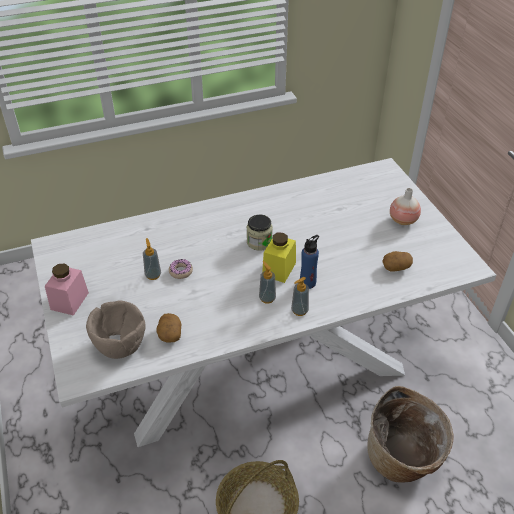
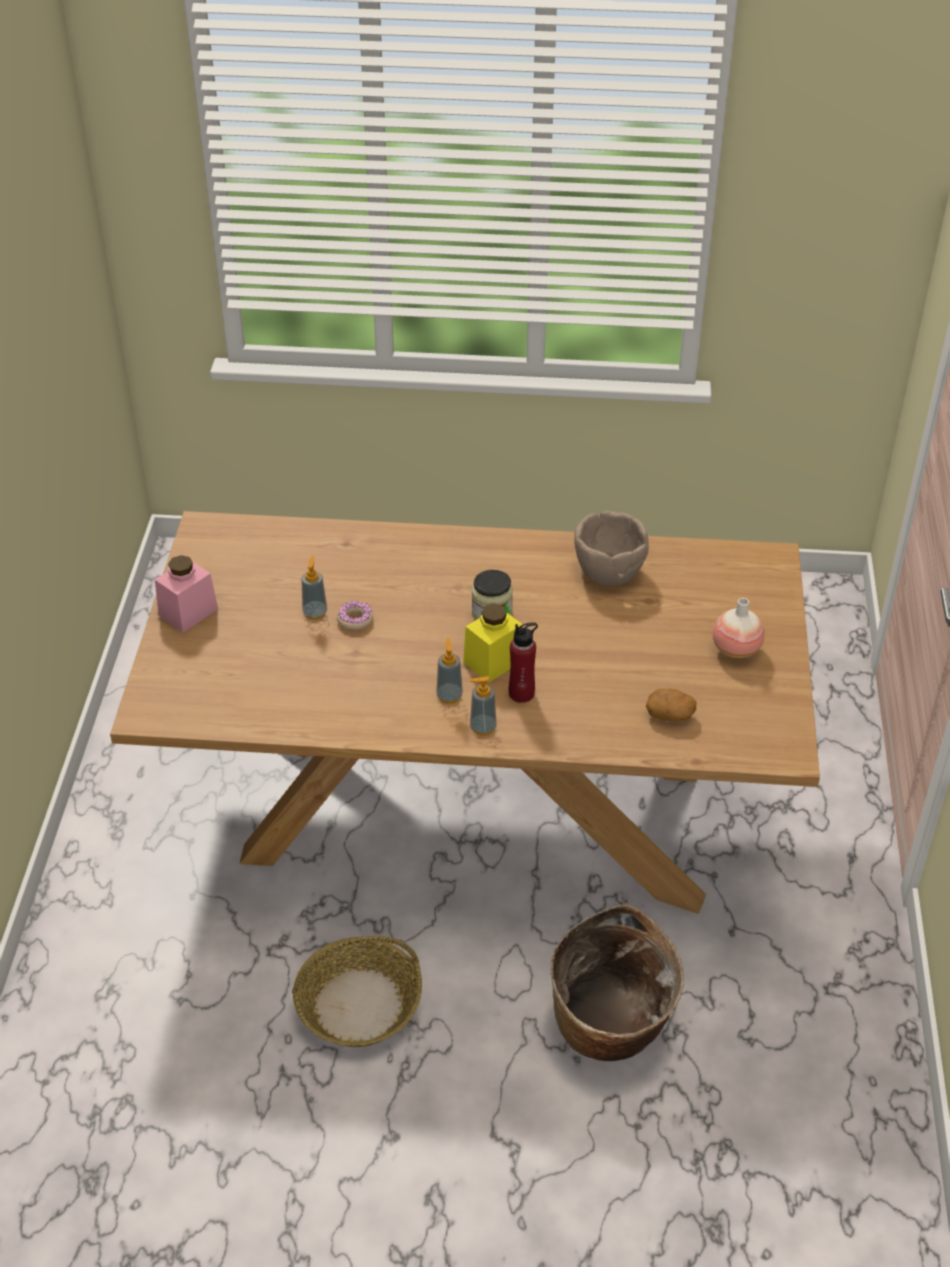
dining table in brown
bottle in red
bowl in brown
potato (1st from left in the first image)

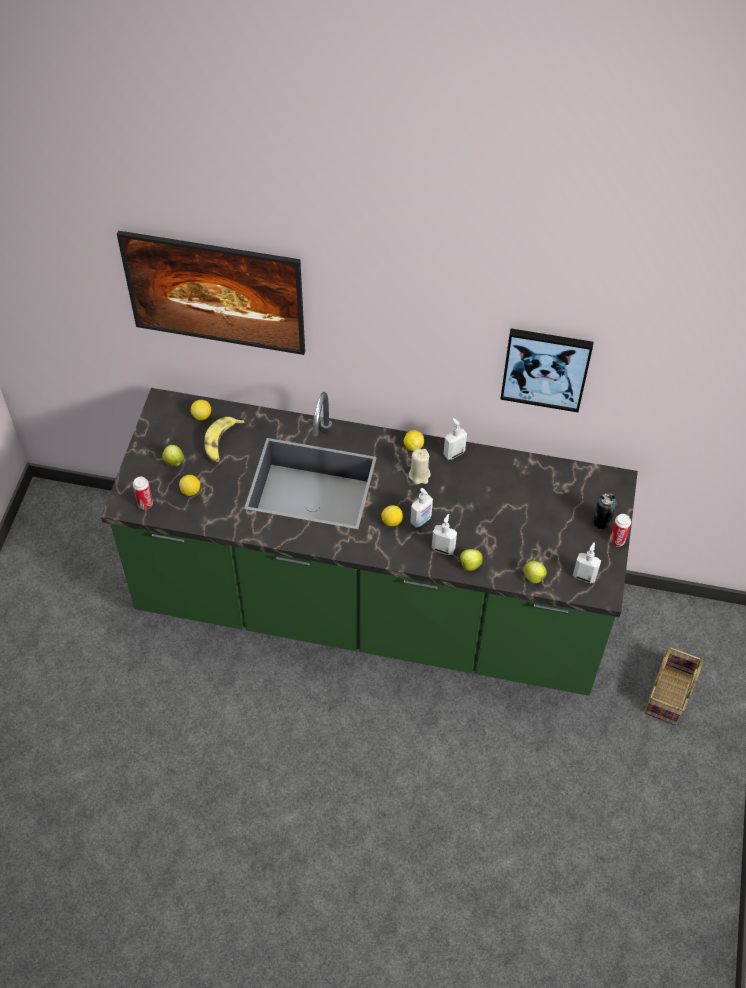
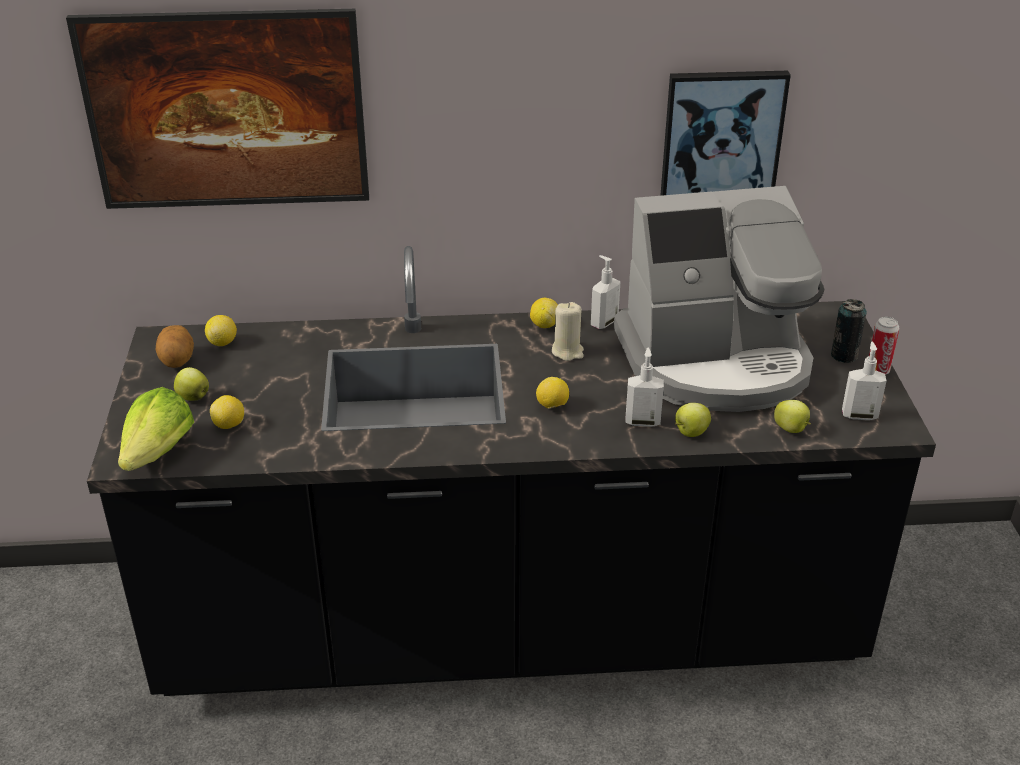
counter in black
lettuce
potato
coffee machine
banana
soap dispenser (1st from left in the first image)
basket

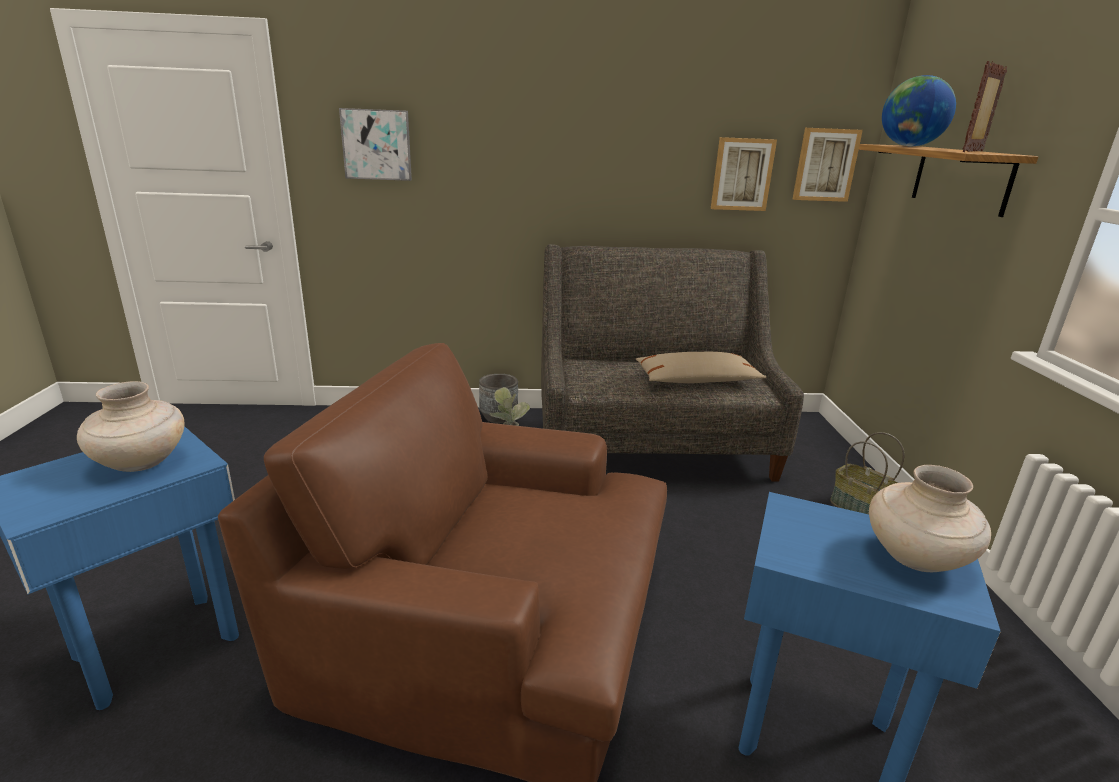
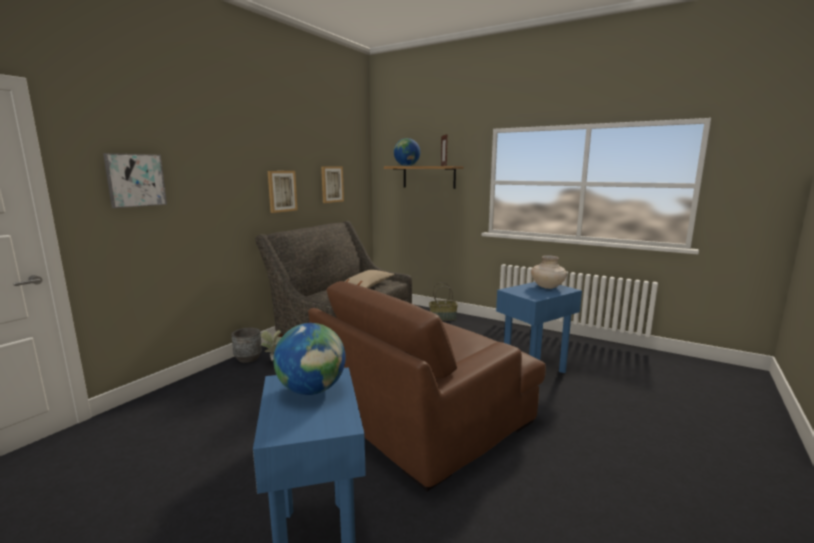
picture (2nd from left)
globe (1st from left)

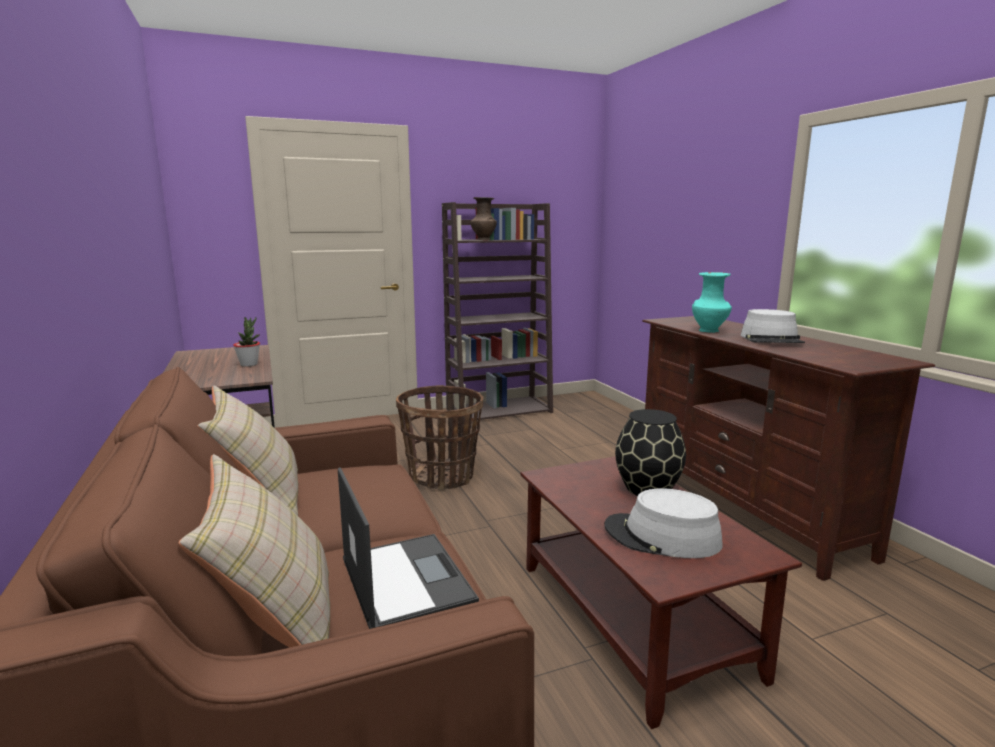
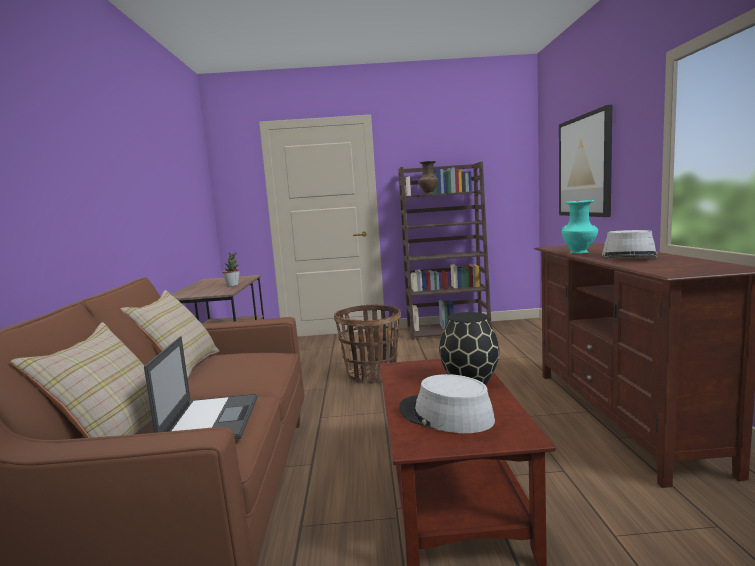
picture

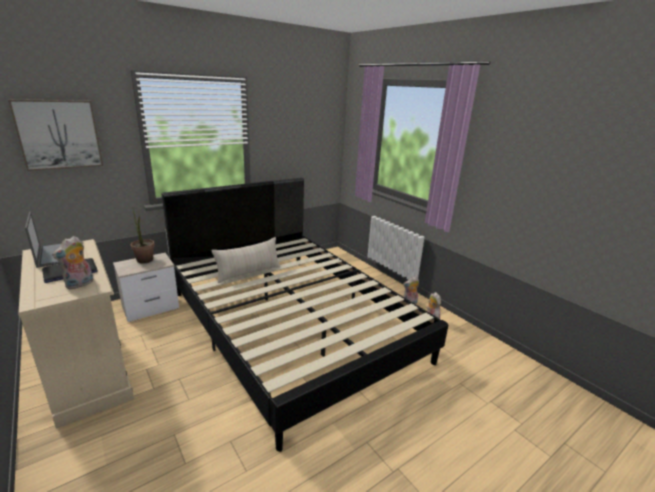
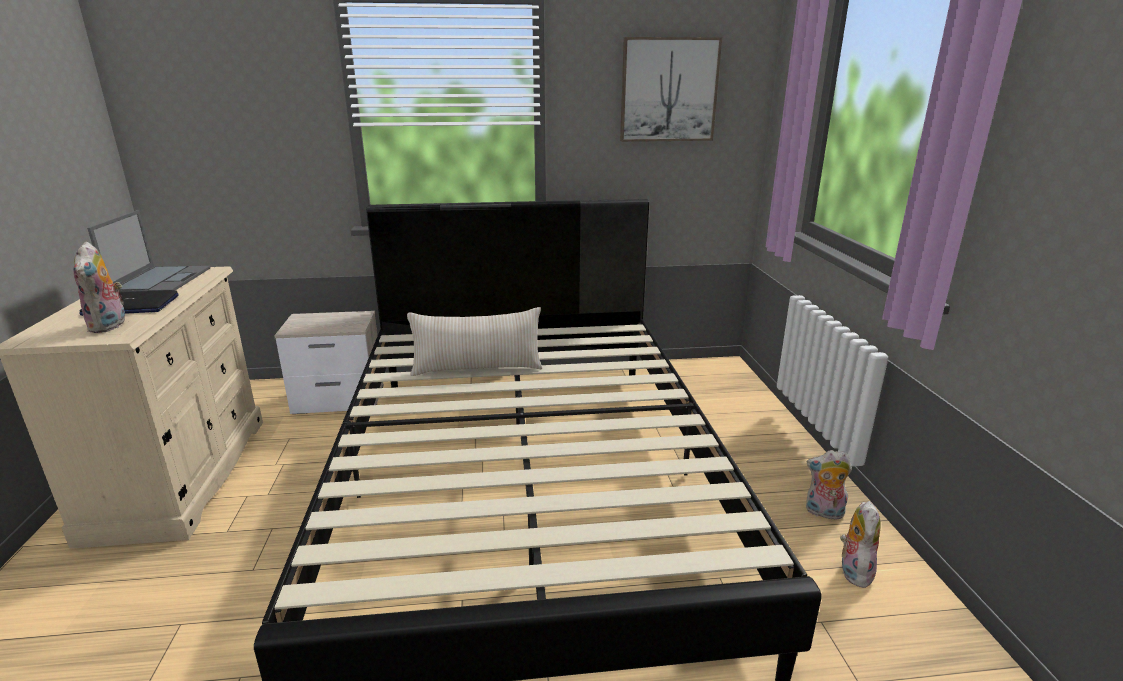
plush toy (1st from left)
picture
potted plant

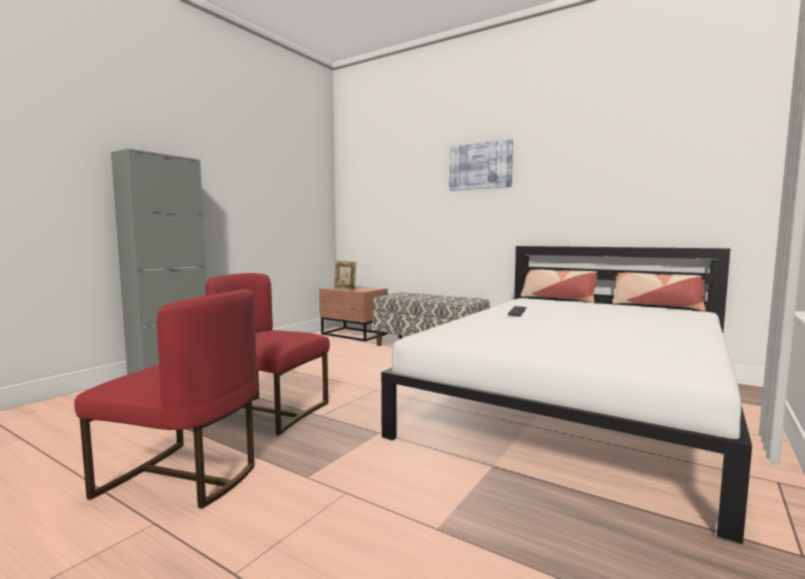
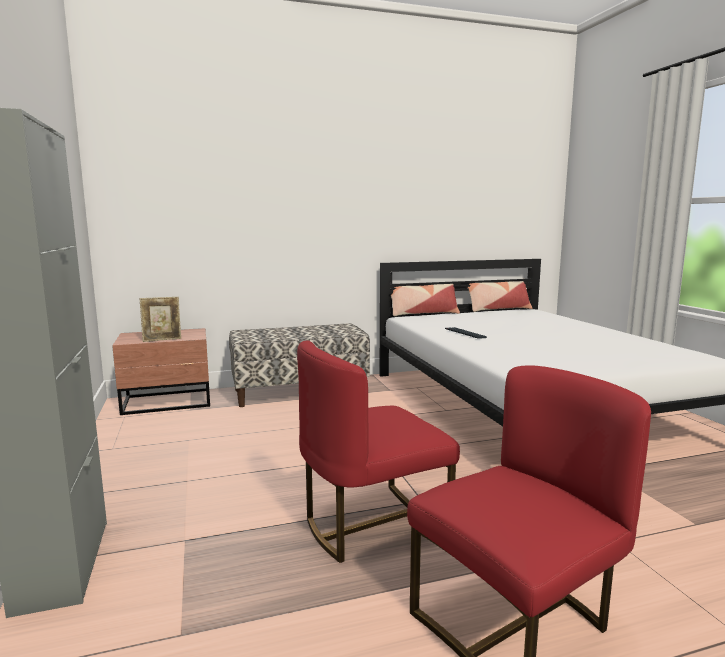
picture

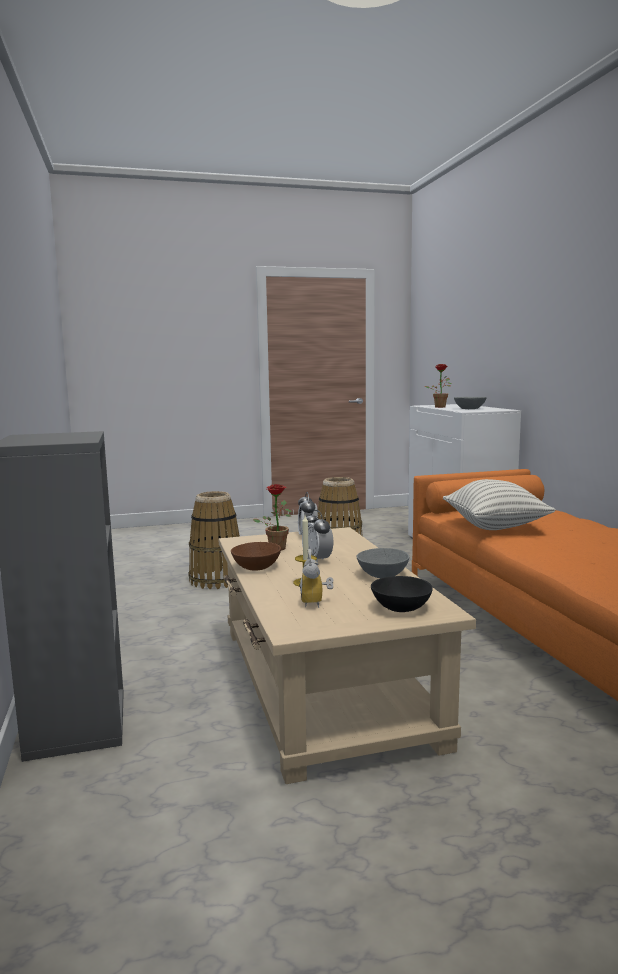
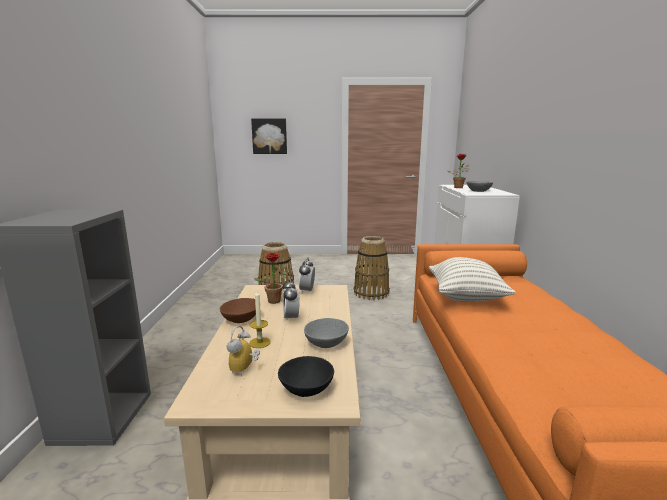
picture

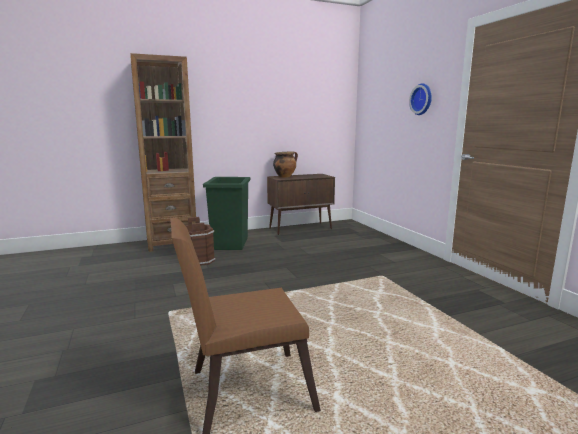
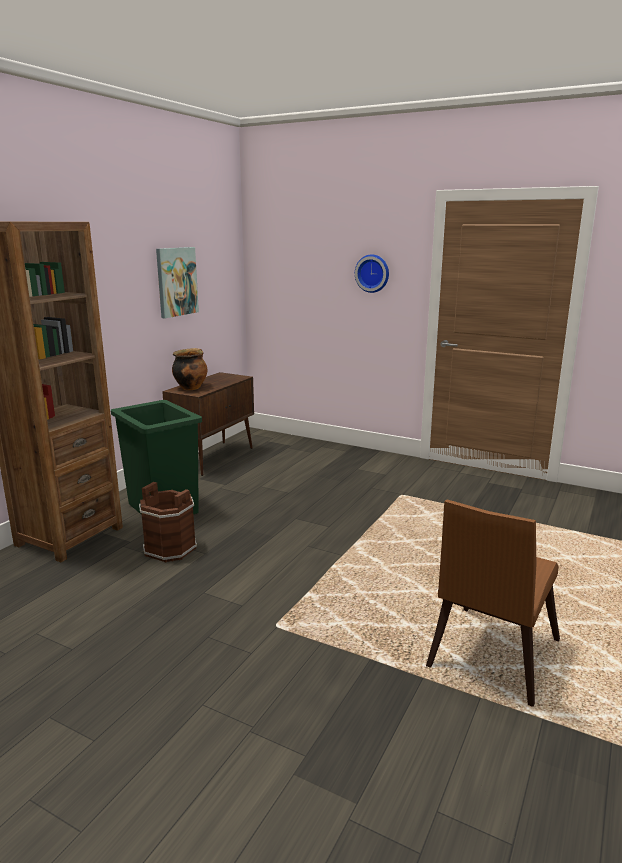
picture

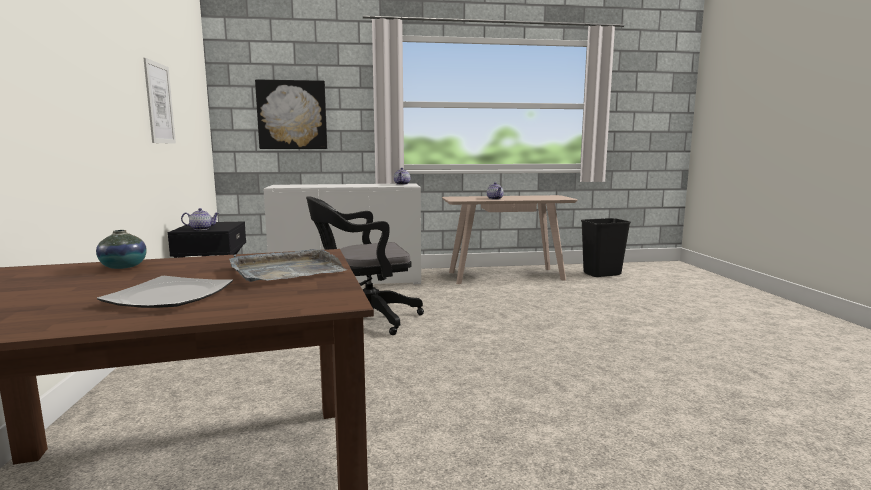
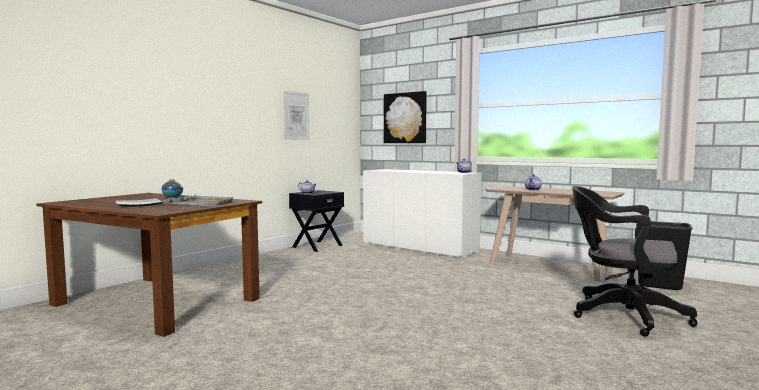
office chair in black

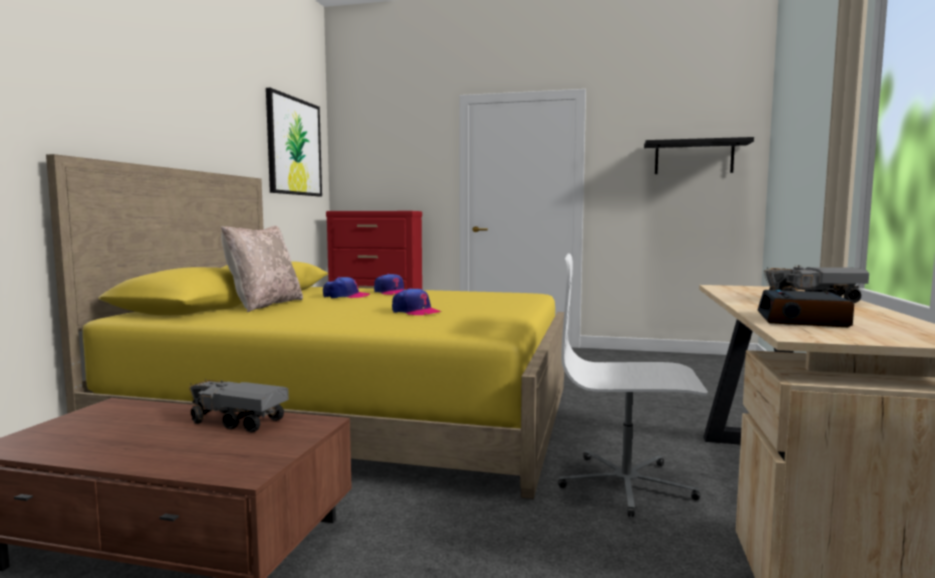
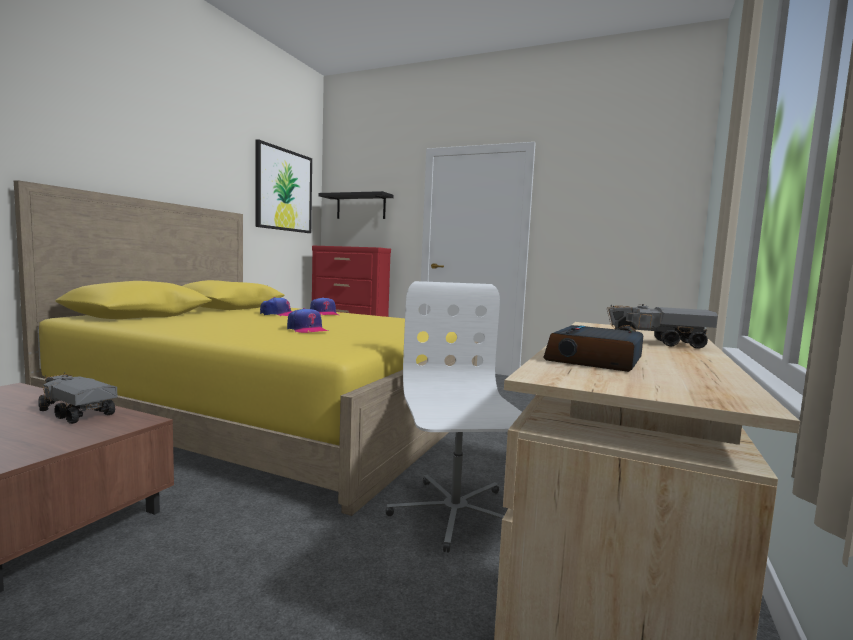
shelf in black
office chair in white
pillow in beige

